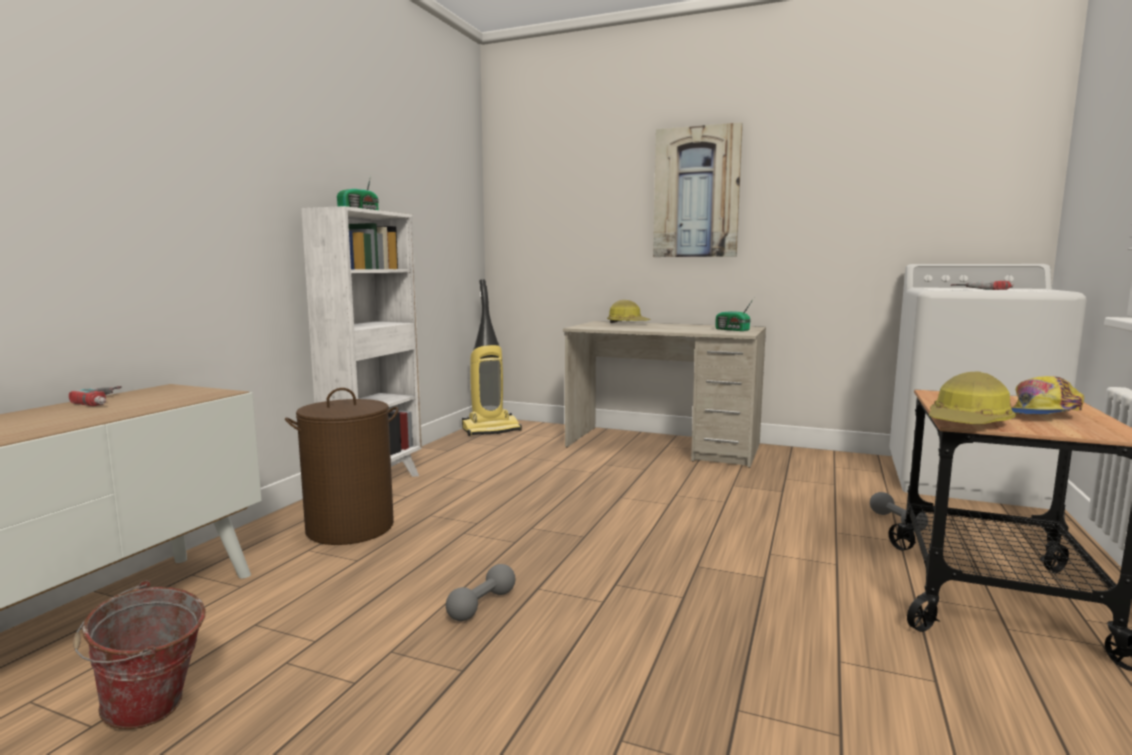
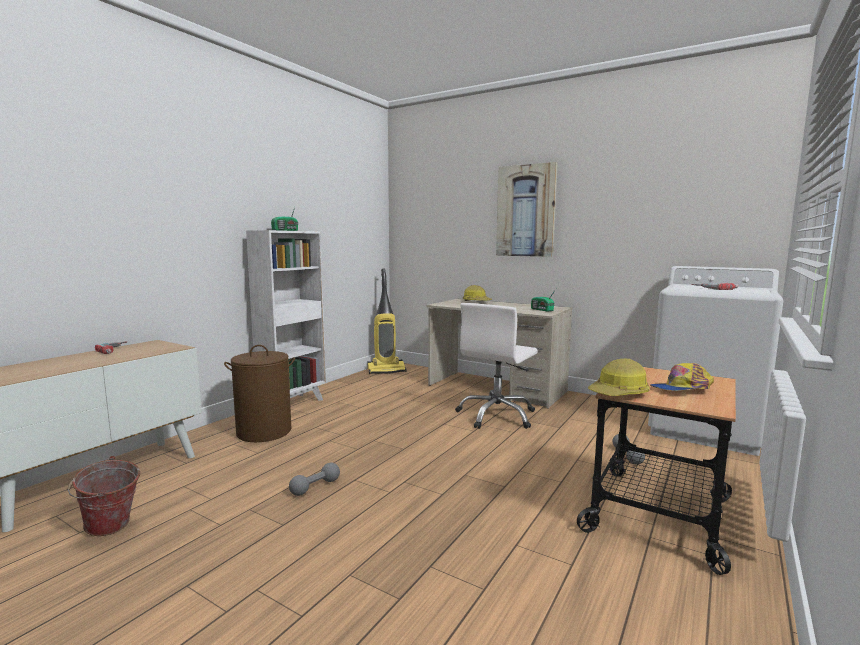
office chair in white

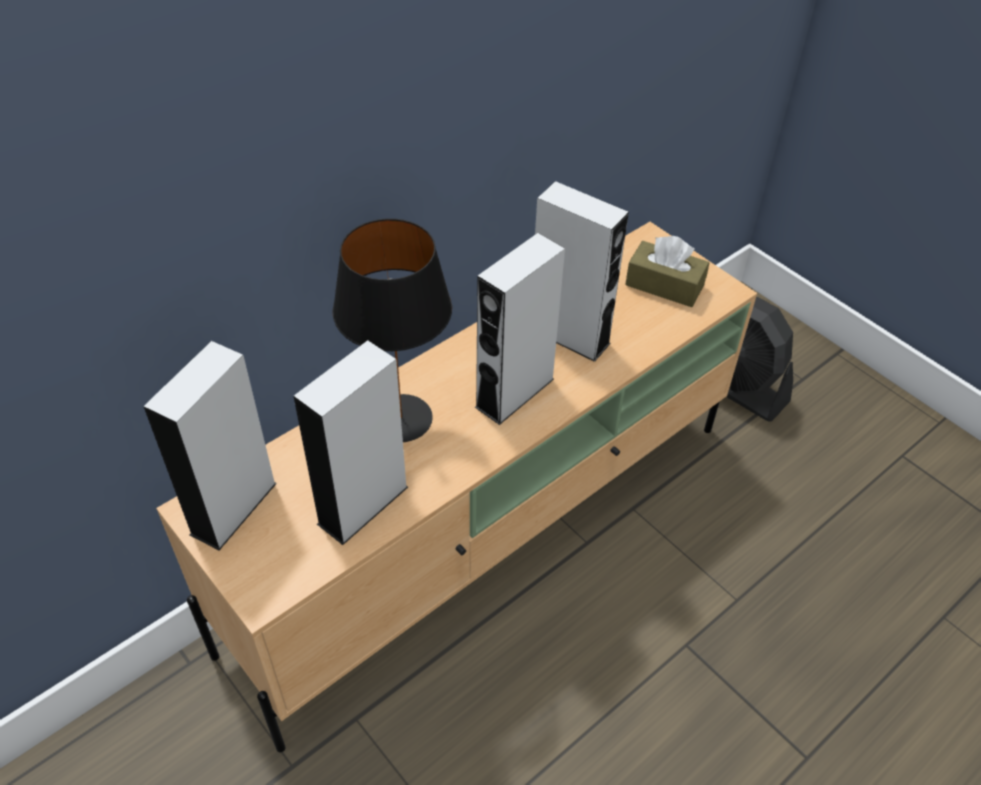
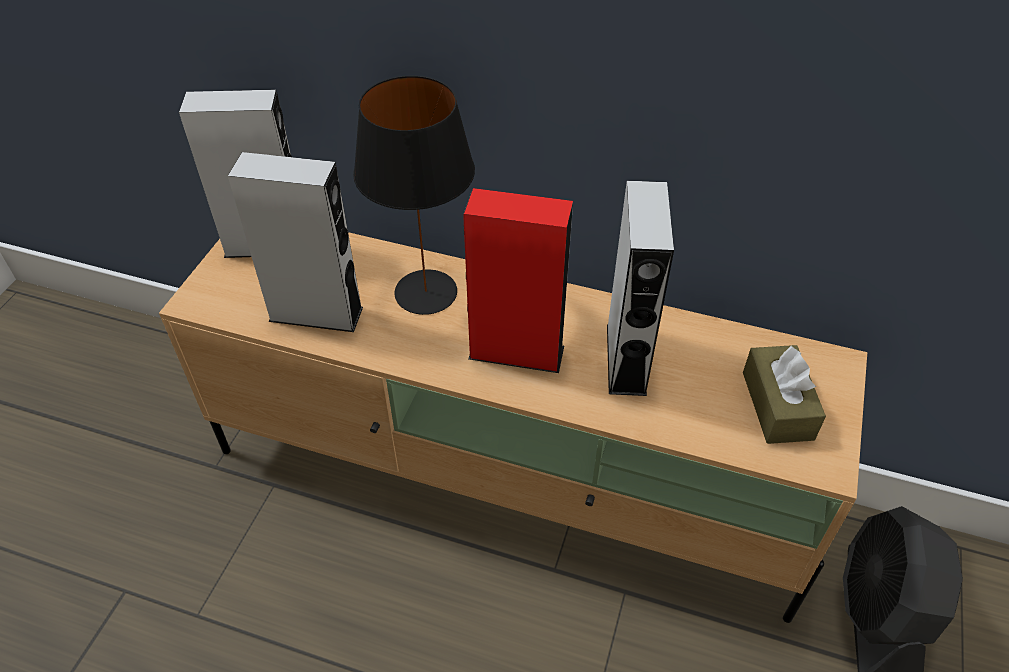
speaker in red

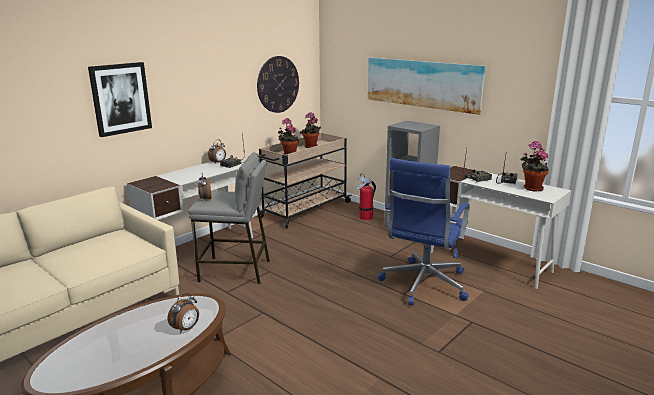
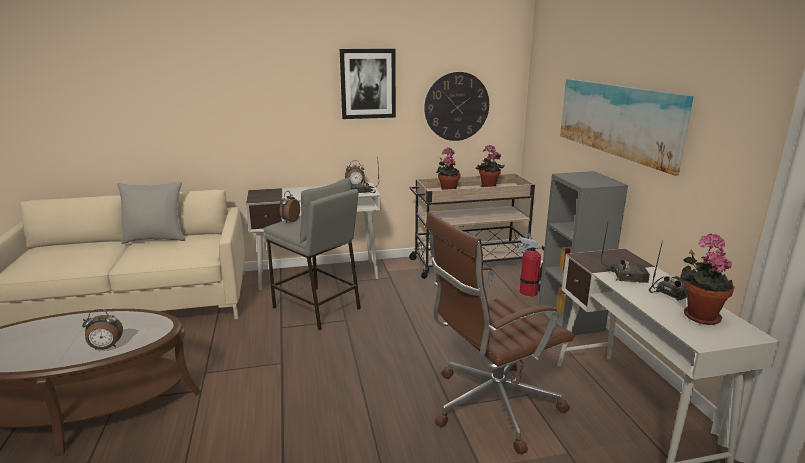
pillow in grey
picture (1st from left)
office chair in brown

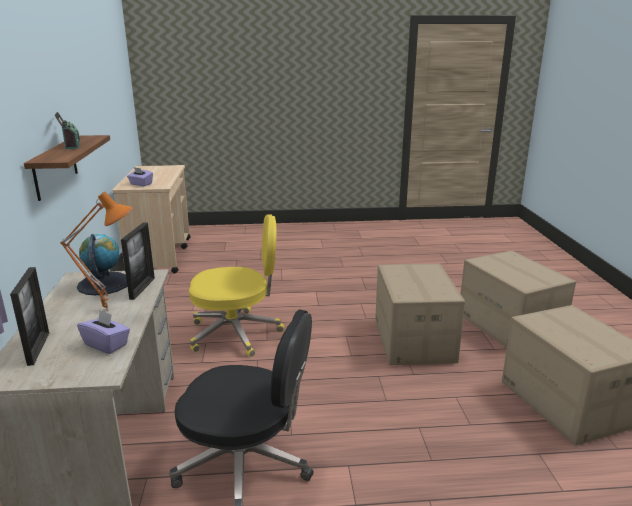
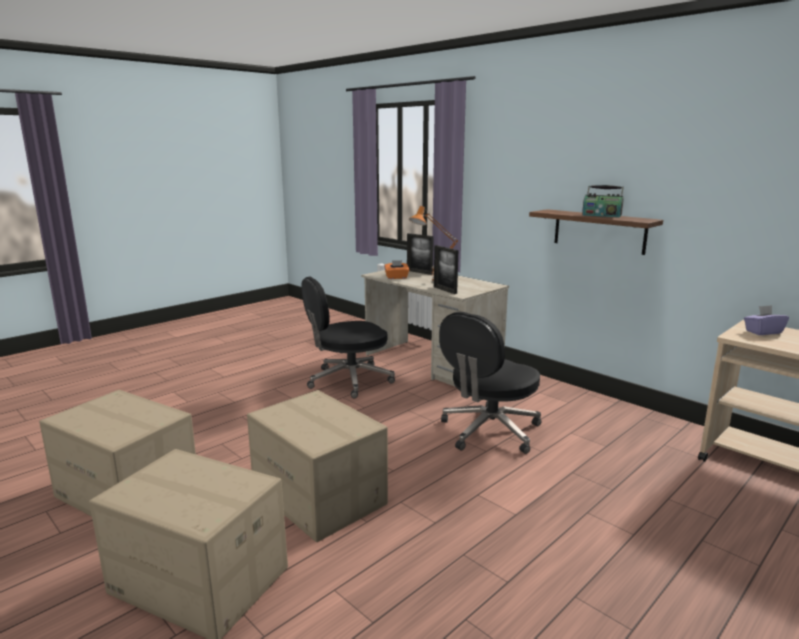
tissue box in orange
office chair in black (2nd from left)
globe

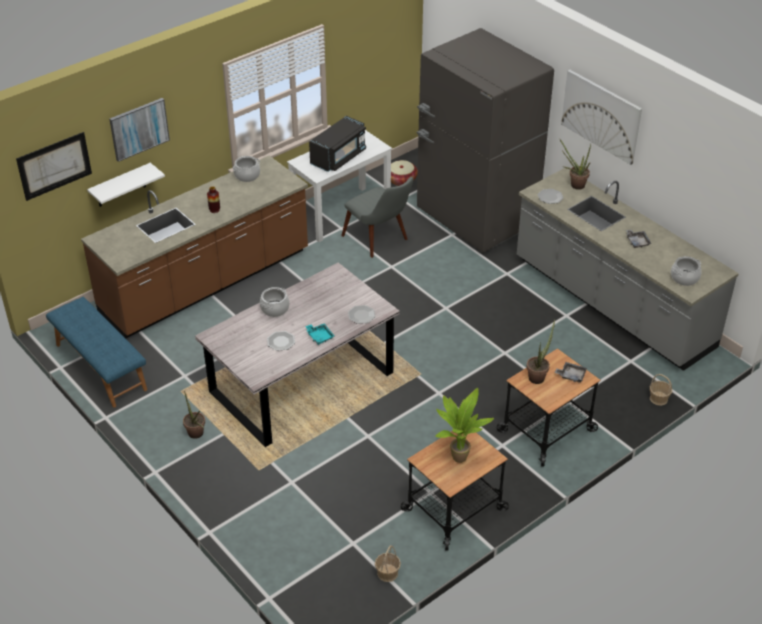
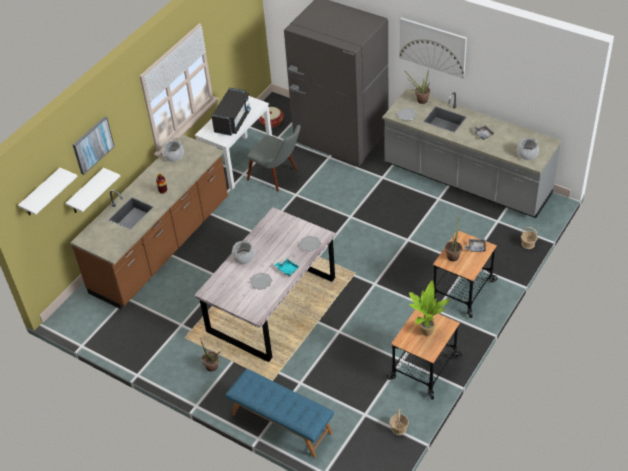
shelf in white (1st from left)
bench in blue

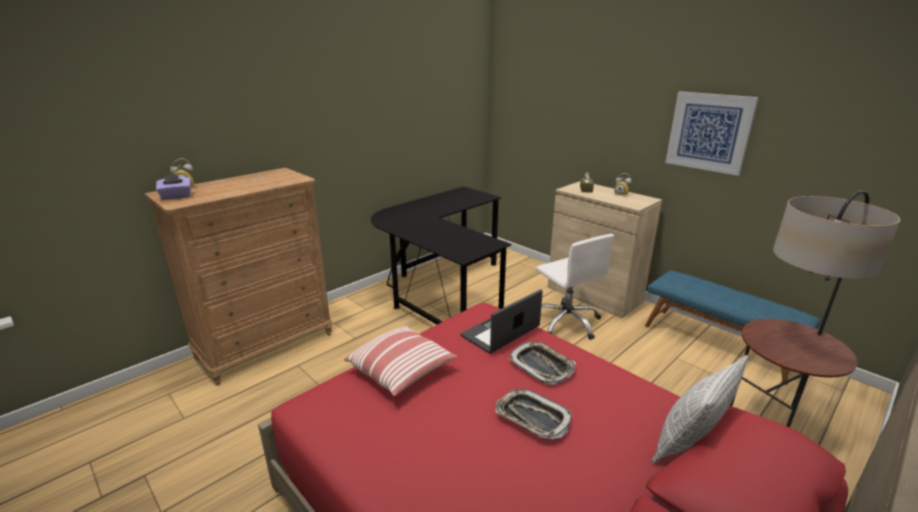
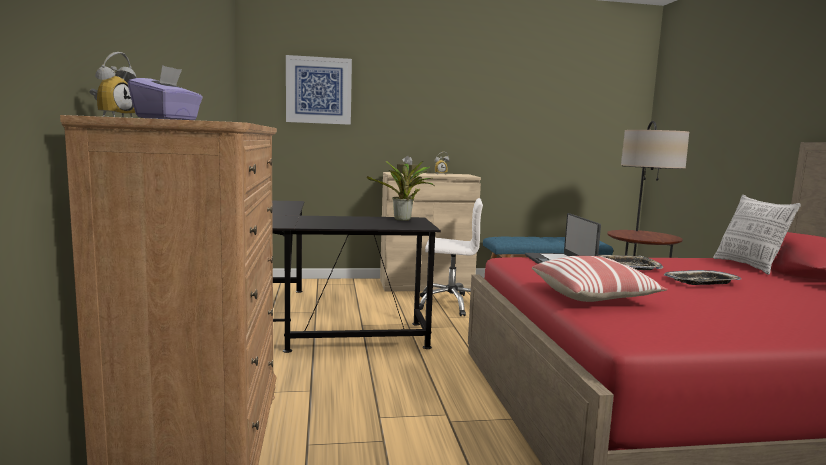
picture
potted plant

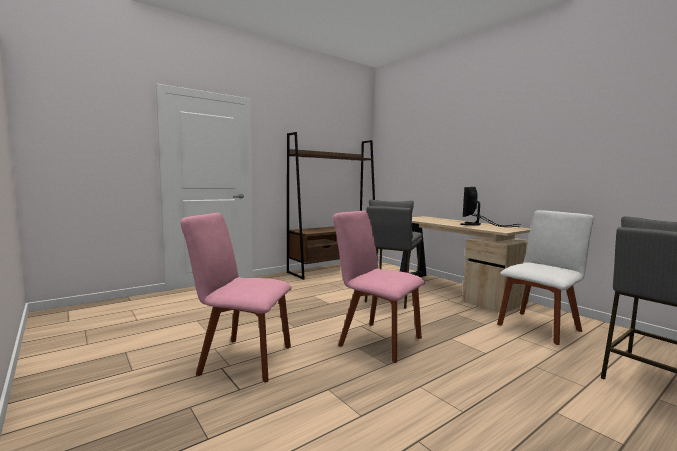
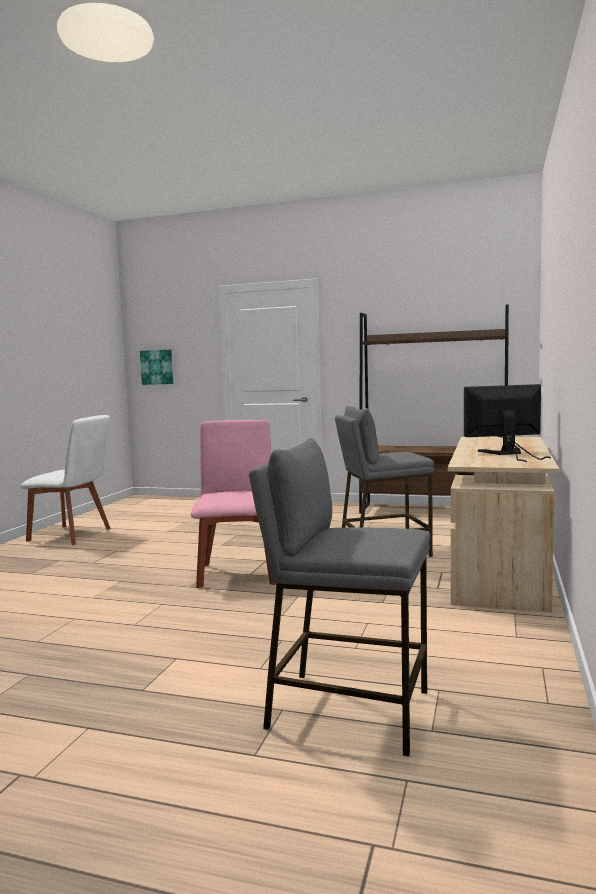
chair in white
picture
chair in pink (1st from left in the first image)

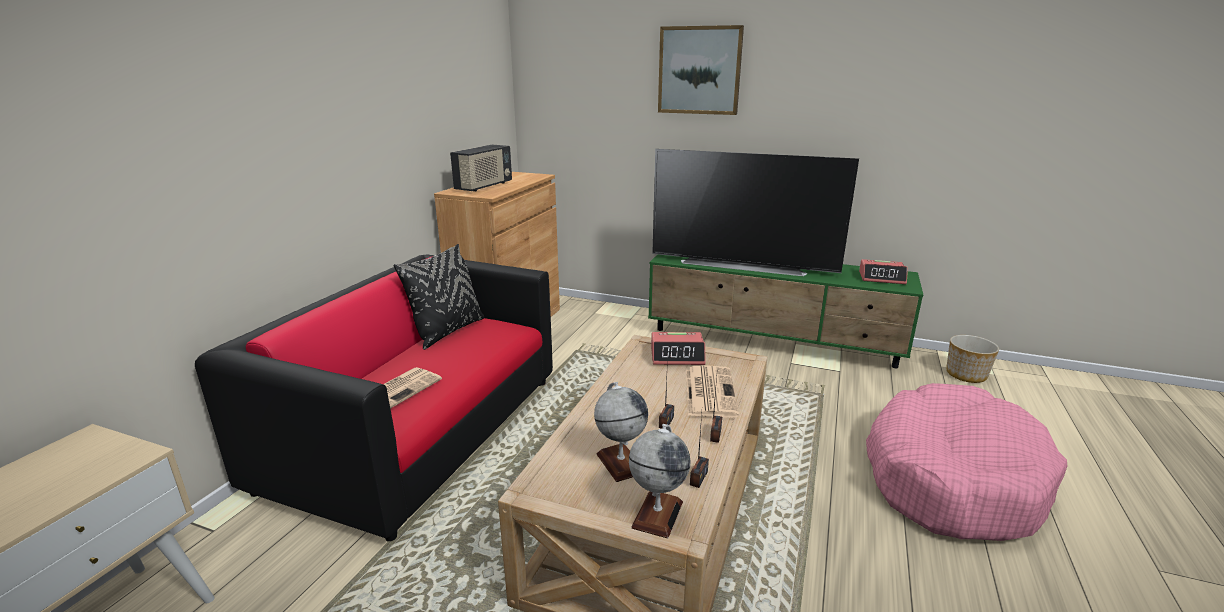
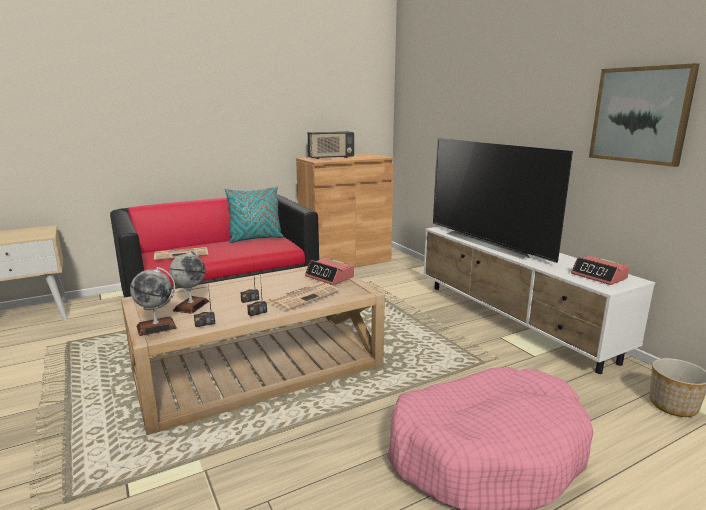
pillow in turquoise
tv stand in white
picture

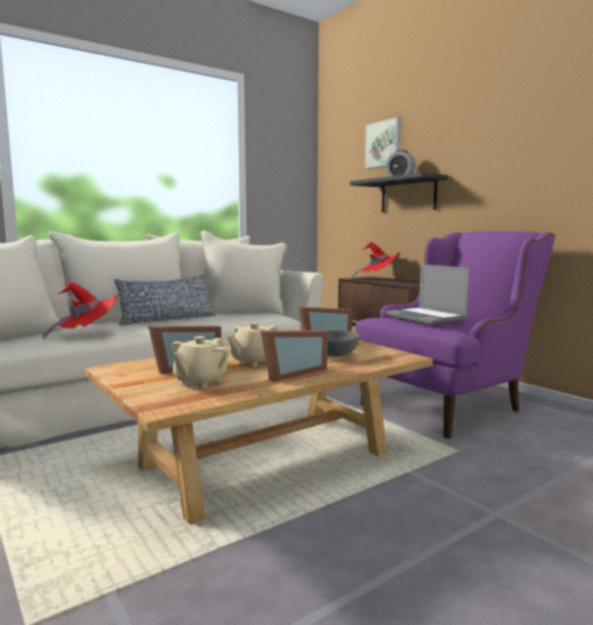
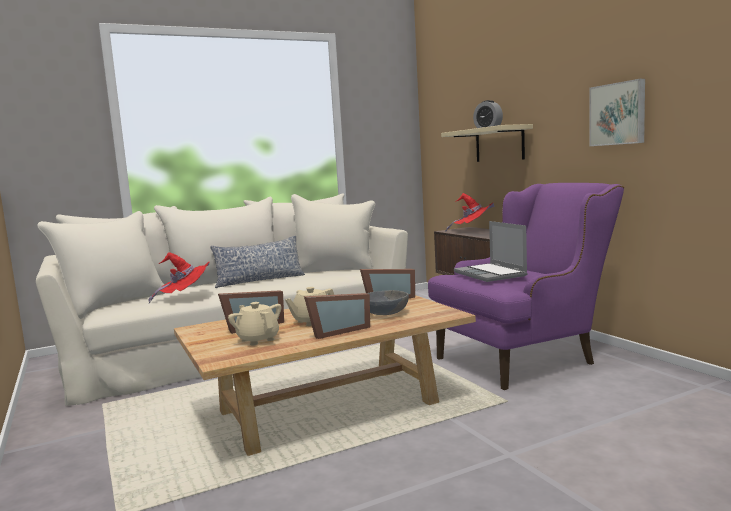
teapot in beige (1st from left)
shelf in beige
picture

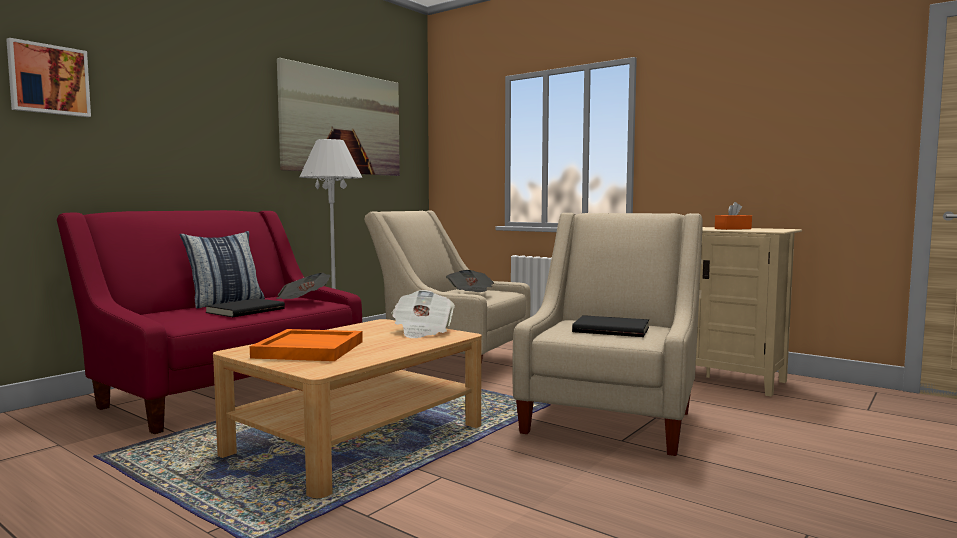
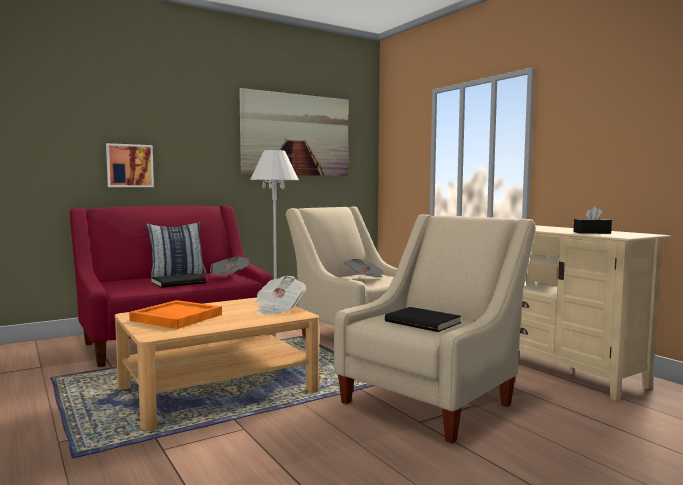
picture (1st from left)
tissue box in black

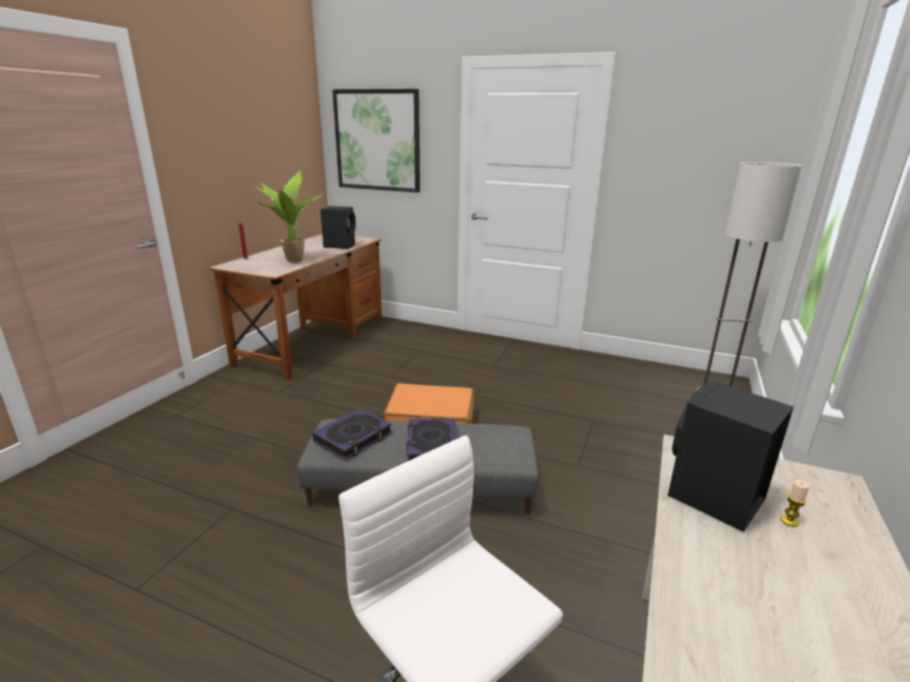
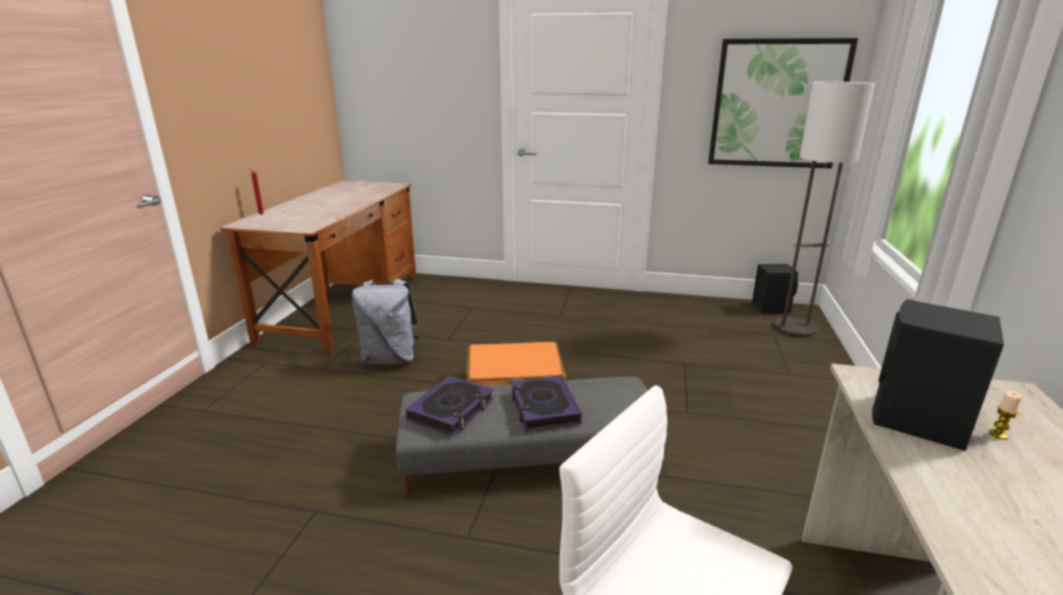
backpack in grey
picture
speaker in black (1st from left)
potted plant

